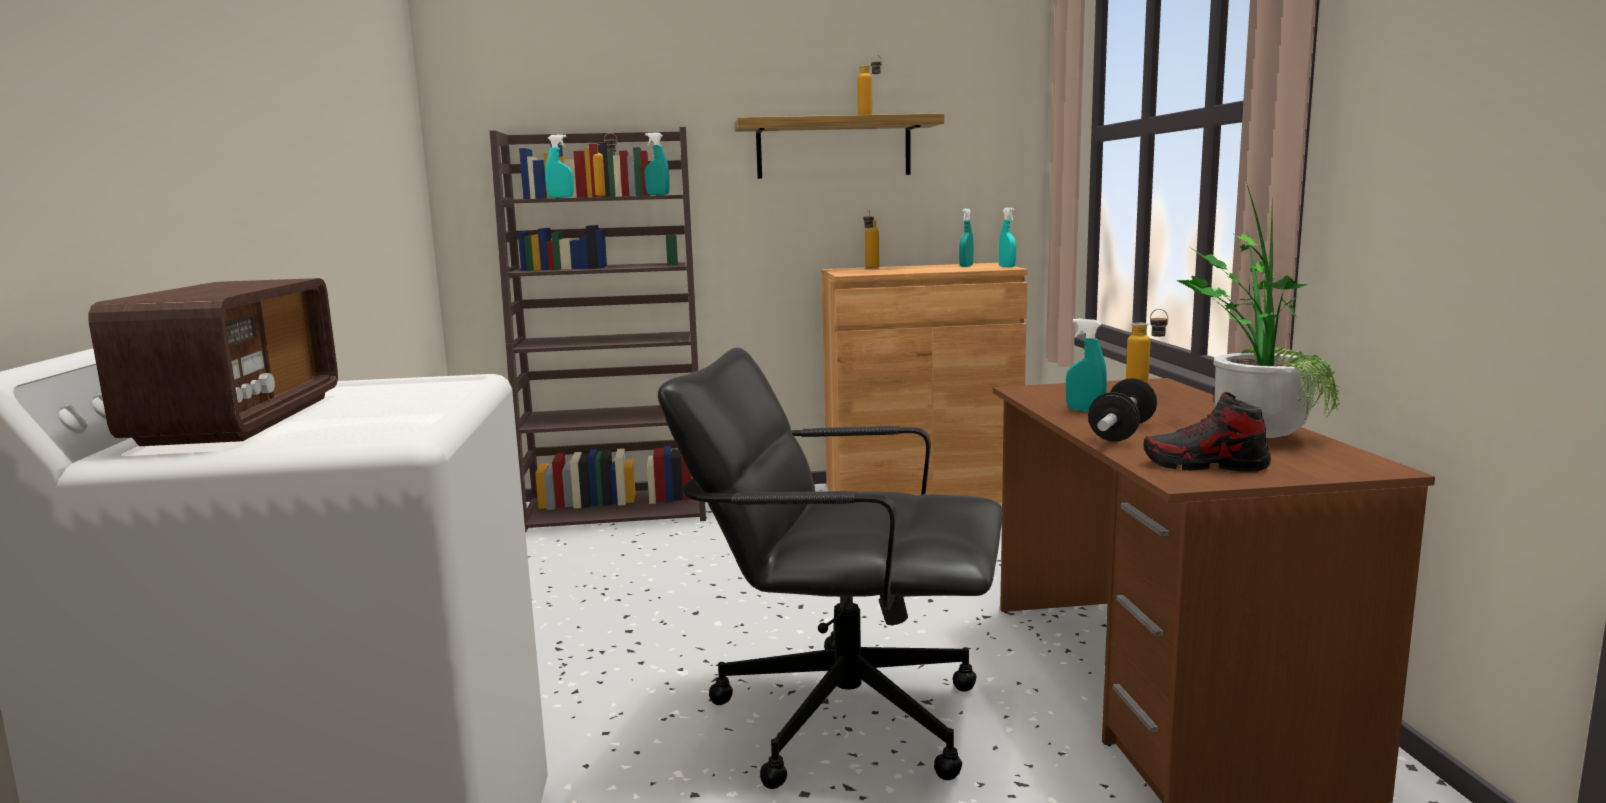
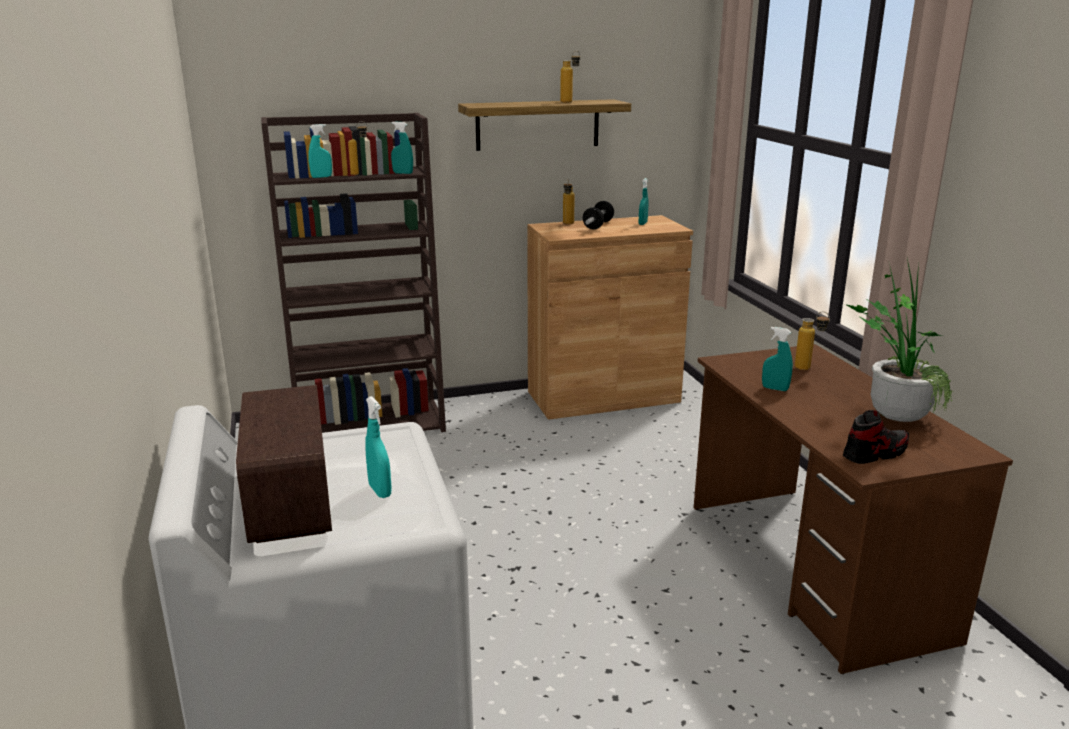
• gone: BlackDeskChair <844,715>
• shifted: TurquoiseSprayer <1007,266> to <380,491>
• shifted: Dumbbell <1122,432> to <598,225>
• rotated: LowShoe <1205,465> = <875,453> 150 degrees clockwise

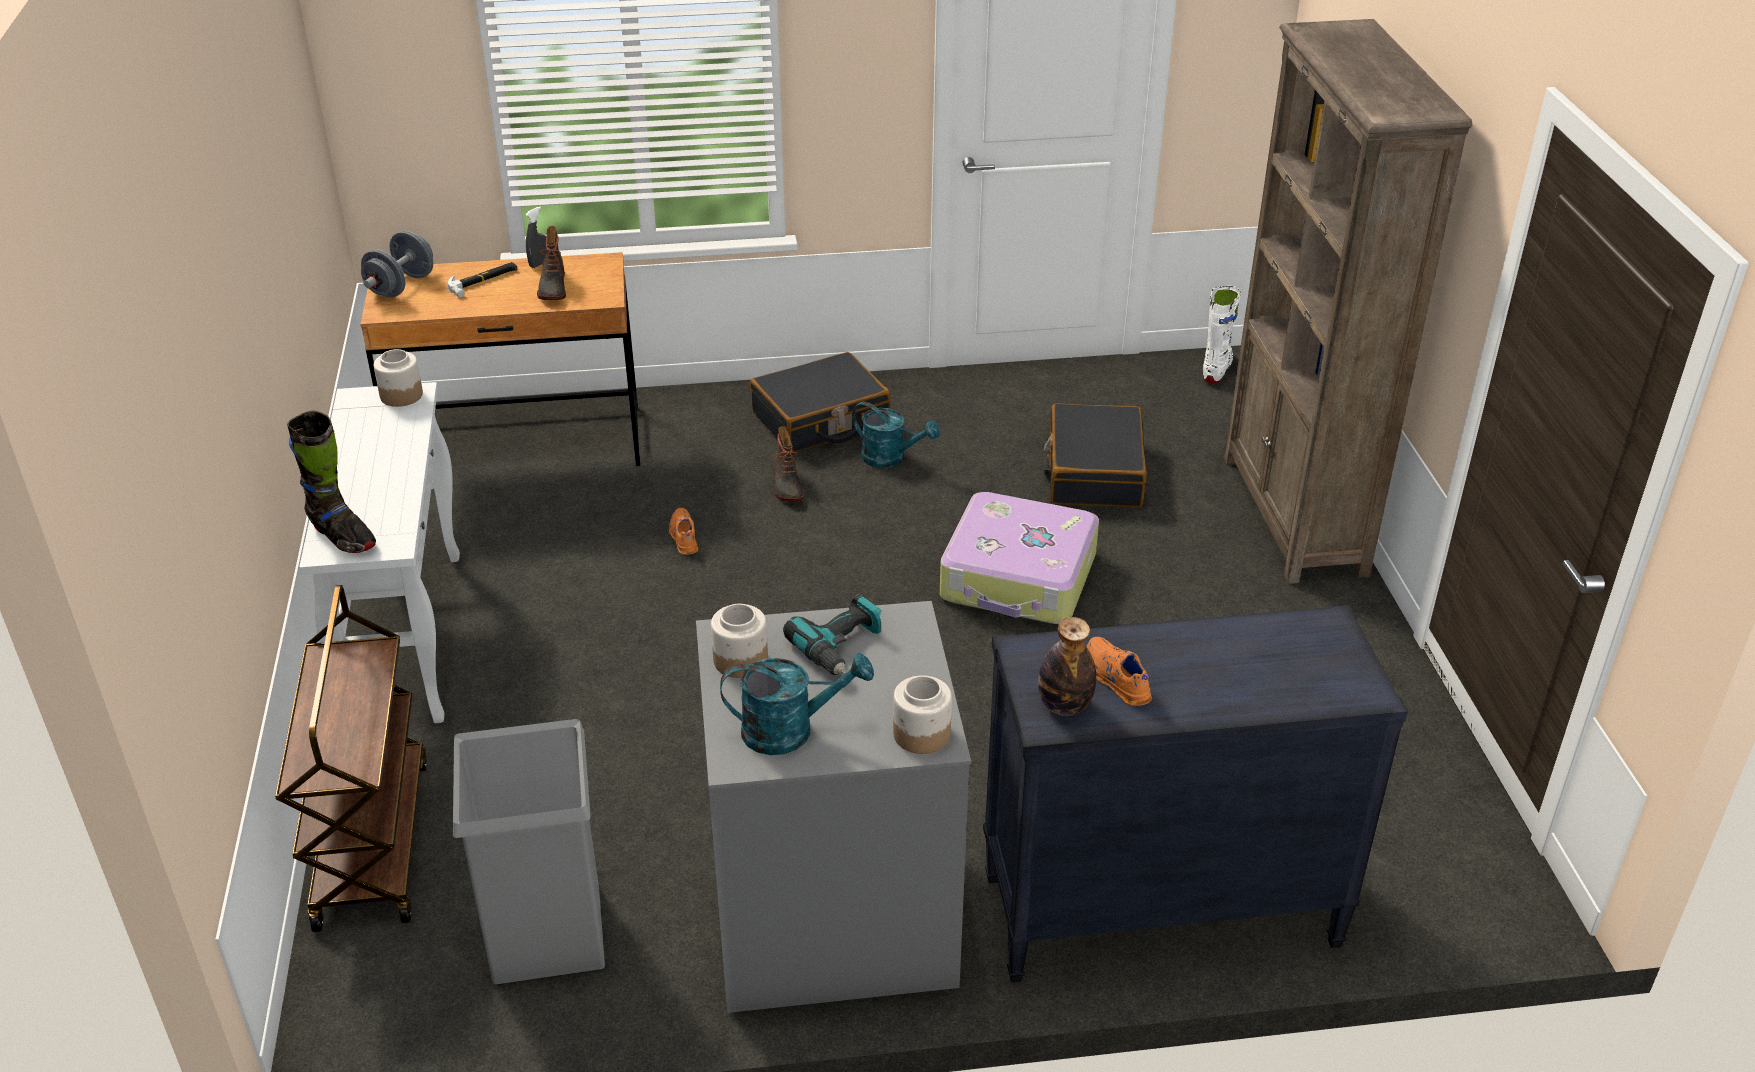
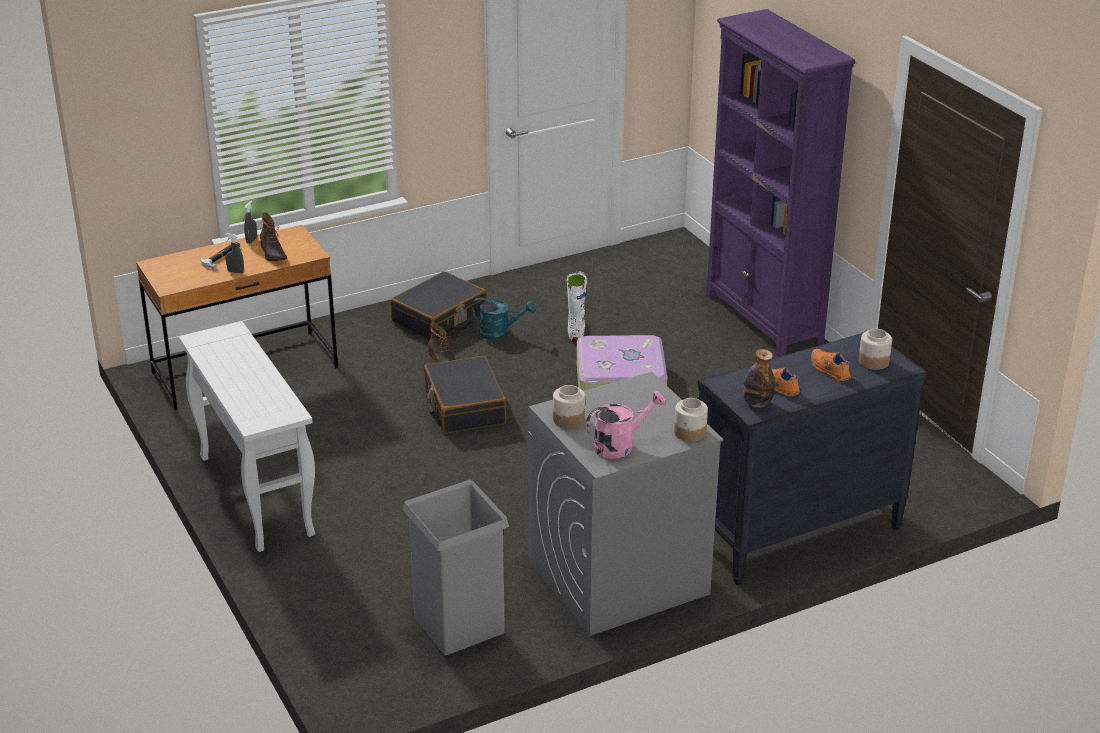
• gone: BrownColouredTrolley <371,842>
• gone: BlackHighTopBoot <342,536>
• gone: GrayDumbbell <401,286>
• gone: Drill <841,647>
• new: GraySprayer <235,272>
• shifted: Jar <401,395> to <873,362>
• shifted: OrangeLowShoe <683,537> to <829,370>
• shifted: BlackTravelCase <1093,472> to <464,407>
• shifted: WhiteColouredHighTopBoot <1217,369> to <576,332>
• repainted: TurquoiseWateringCan <790,730> to PinkWateringCan <620,445>
• repainted: BrownColouredBookcase <1293,516> to PurplishBookcase <764,320>

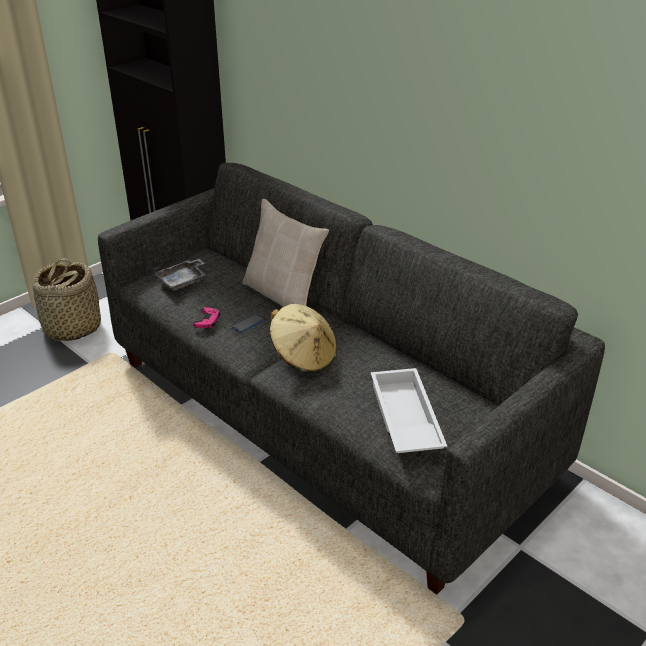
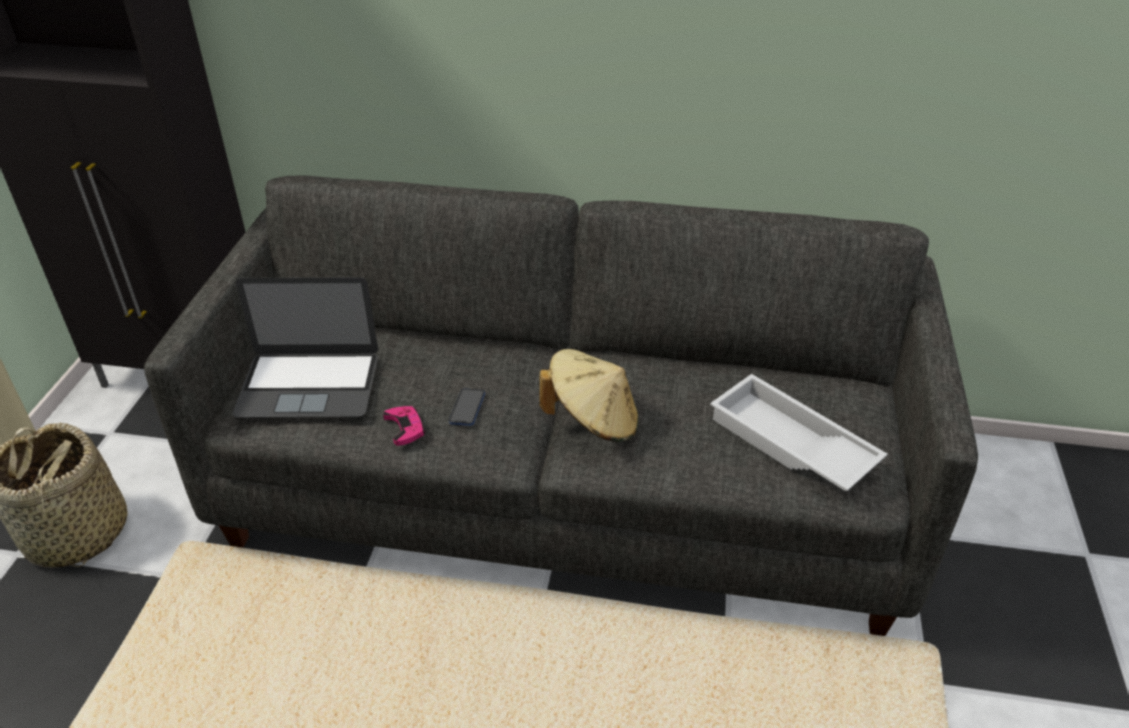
• gone: SandColouredPillow <283,295>
• swapped: GrayServingTray <183,281> to Laptop <309,384>

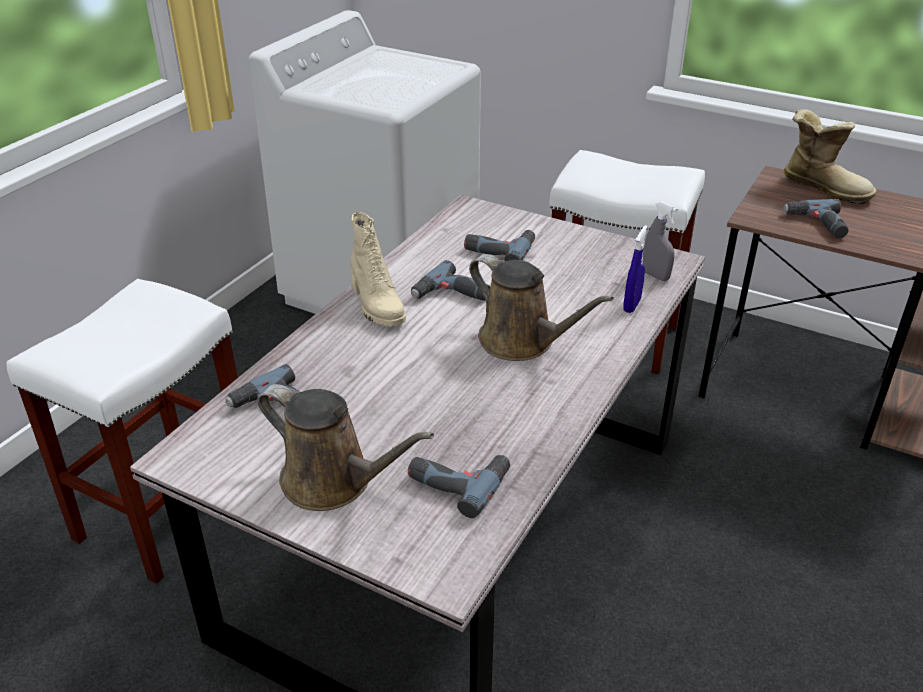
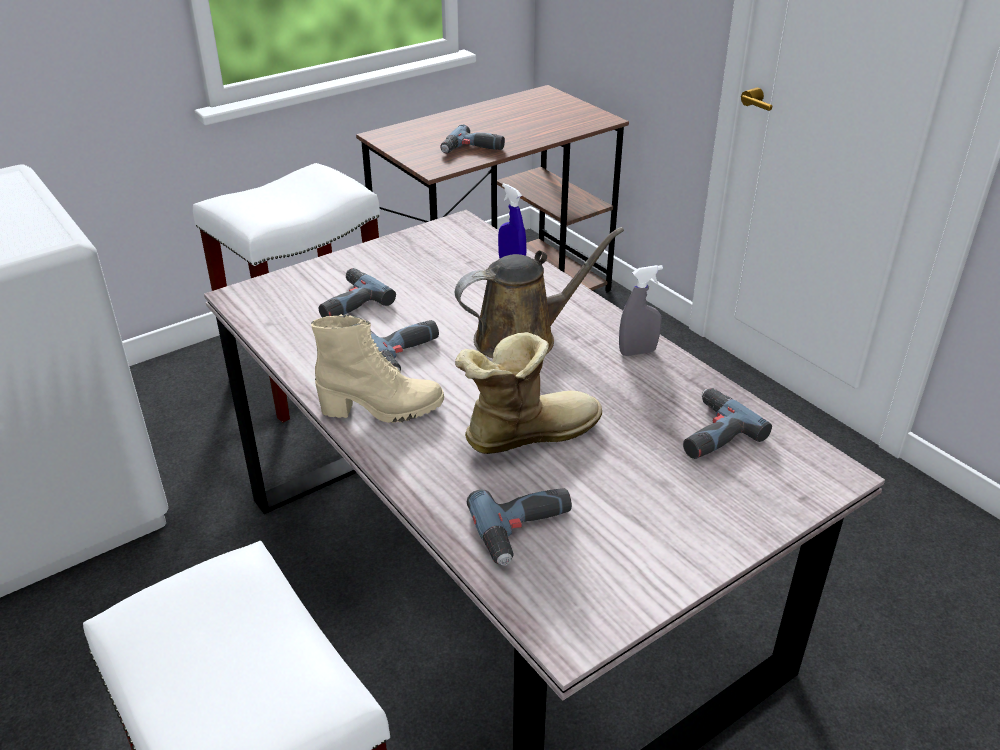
• gone: BrownColouredWateringCan <334,481>
• shifted: GraySprayer <655,276> to <637,352>
• shifted: HighTopBoot <824,187> to <526,432>

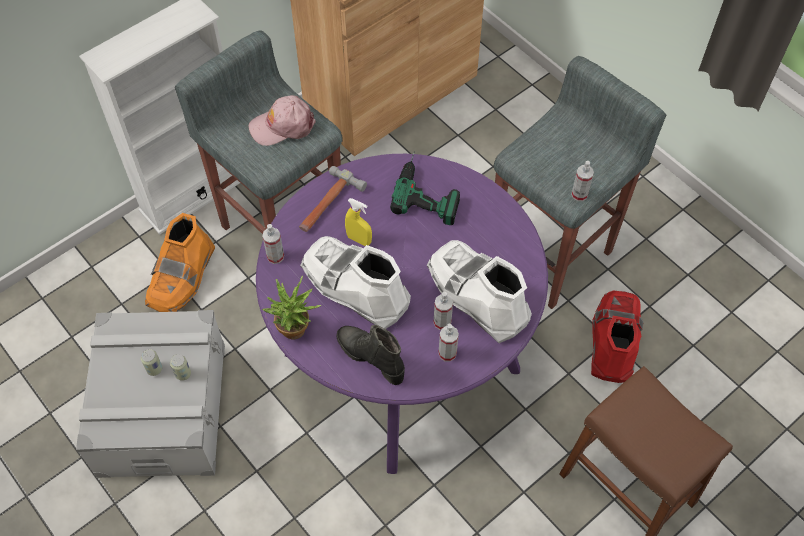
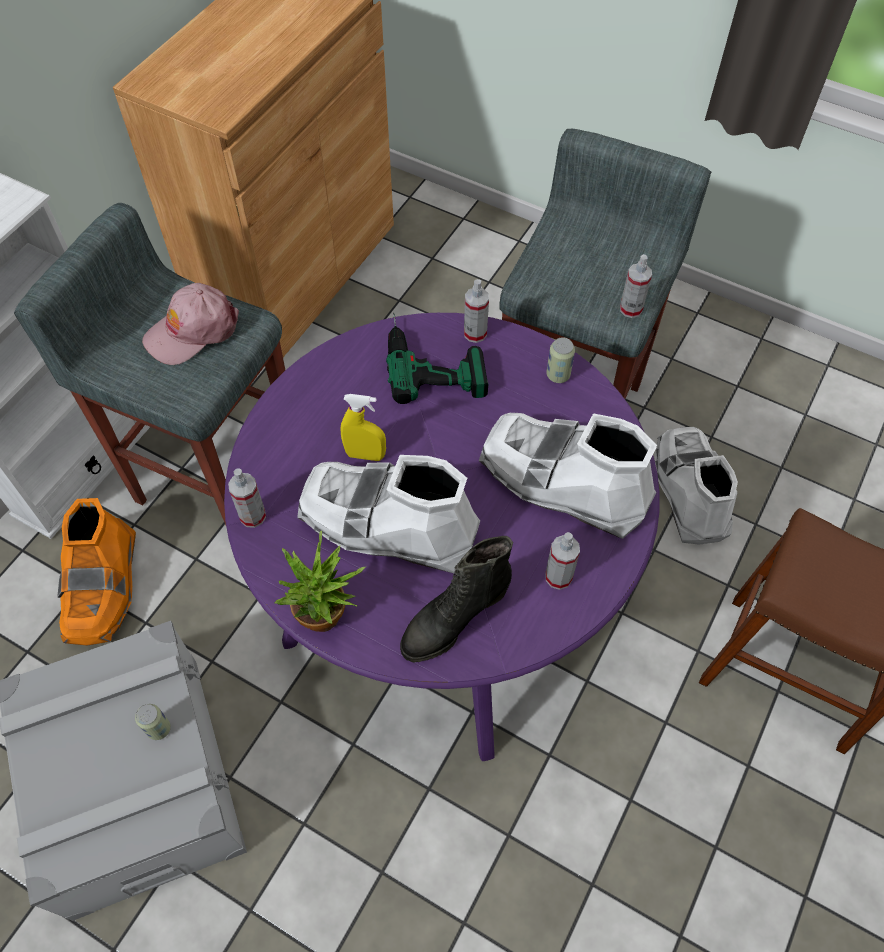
• gone: ToolHammer <327,205>
• shifted: Can <154,369> to <558,375>
• shifted: Sprayer <442,322> to <475,333>
• repainted: ReddishHighTopBoot <614,340> to WhiteColouredHighTopBoot <689,491>
• rotated: BlackHighTopBoot <371,357> = <453,619> 60 degrees counterclockwise

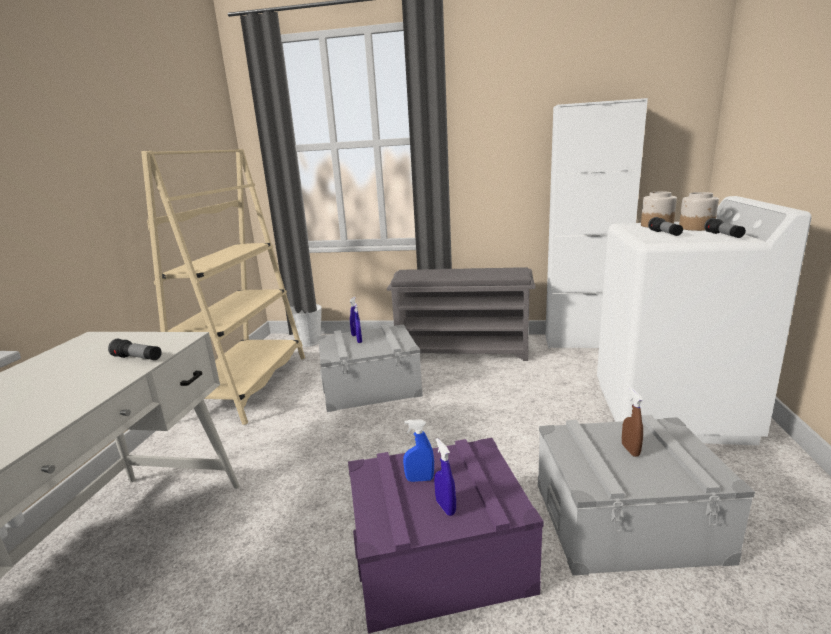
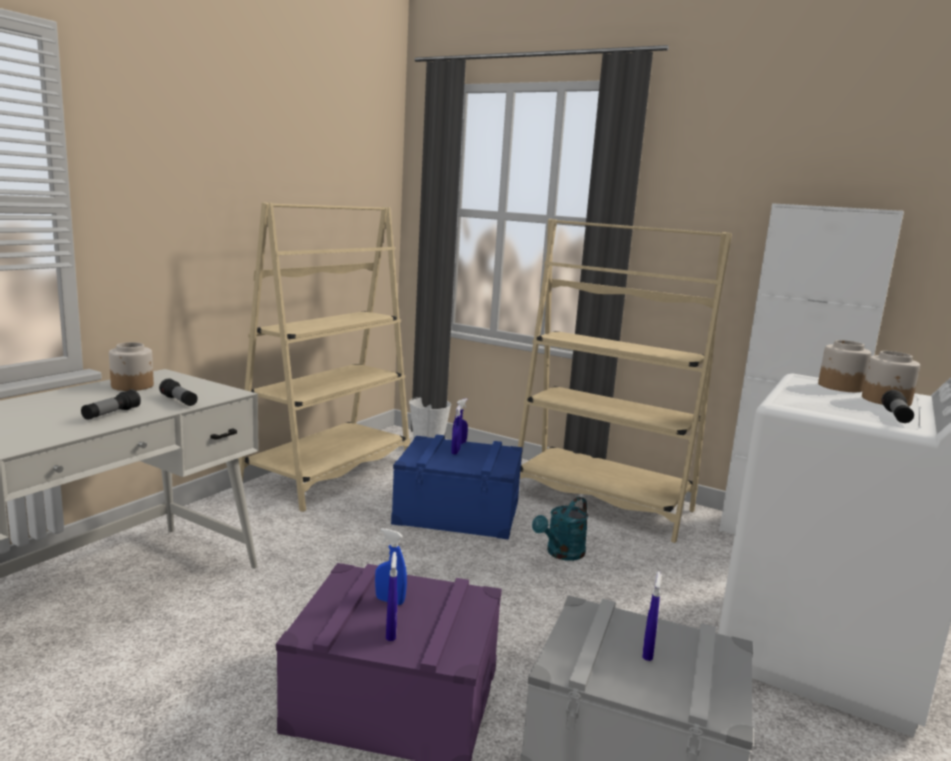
• new: Jar <133,386>
• new: TurquoiseWateringCan <561,554>
• shifted: HandTorch <664,234> to <111,414>
• swapped: GrayShoeRack <463,350> to SandColouredBookcase <602,503>
• repainted: GrayStorageContainer <370,386> to BlueStorageContainer <458,511>
• repainted: BrownColouredSprayer <630,450> to BlueSprayer <647,652>

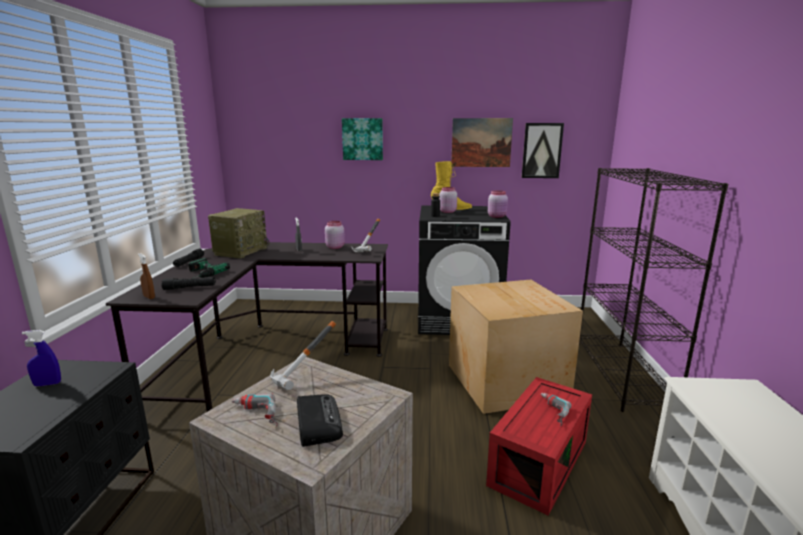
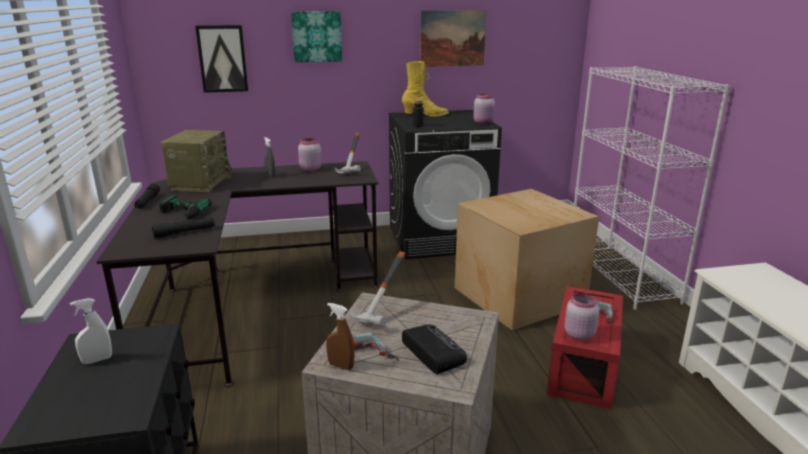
• shifted: BrownColouredSprayer <149,297> to <341,366>
• shifted: PinkJar <447,211> to <578,334>
• shifted: Picture <541,150> to <222,59>
• repainted: BlueSprayer <47,384> to WhiteColouredSprayer <97,360>
• repainted: BlackBookcase <622,374> to WhiteColouredBookcase <621,275>

